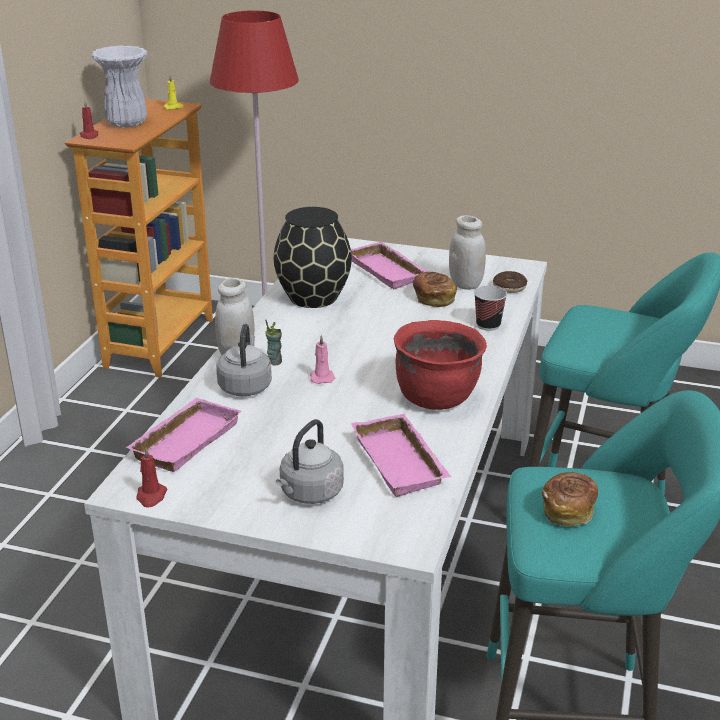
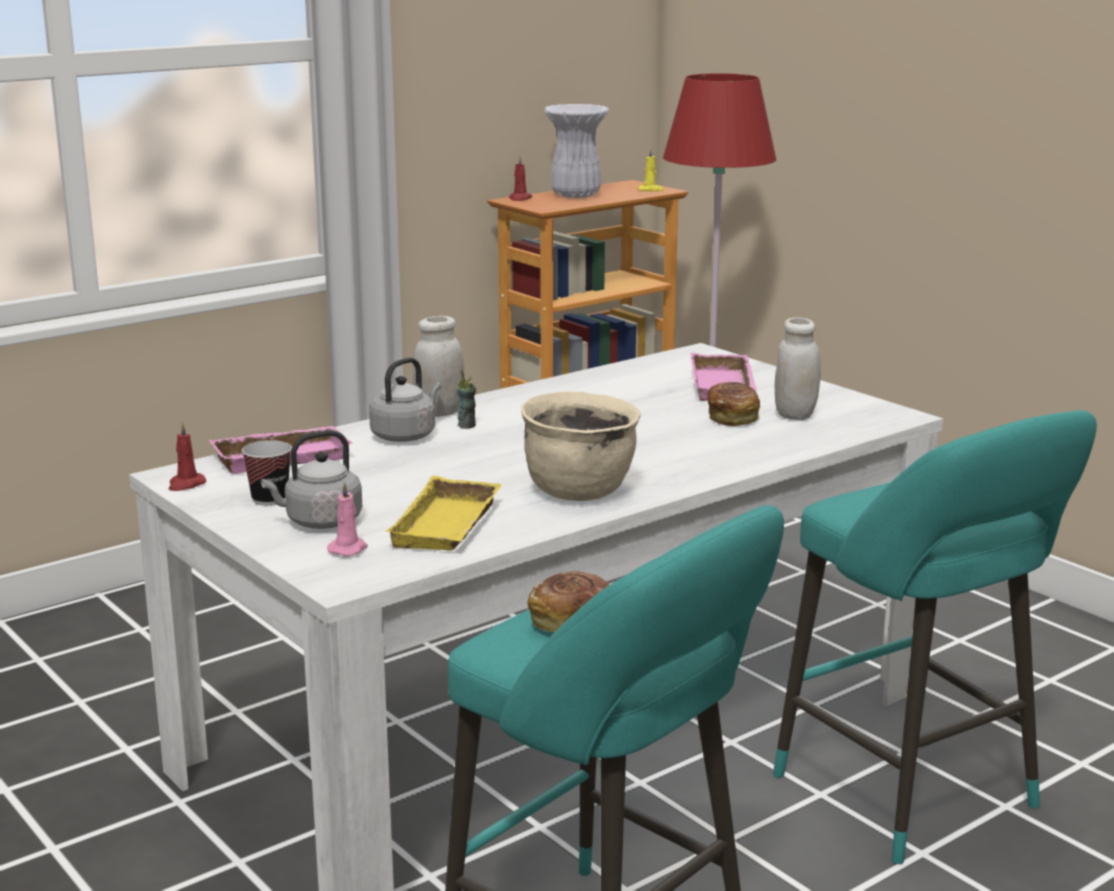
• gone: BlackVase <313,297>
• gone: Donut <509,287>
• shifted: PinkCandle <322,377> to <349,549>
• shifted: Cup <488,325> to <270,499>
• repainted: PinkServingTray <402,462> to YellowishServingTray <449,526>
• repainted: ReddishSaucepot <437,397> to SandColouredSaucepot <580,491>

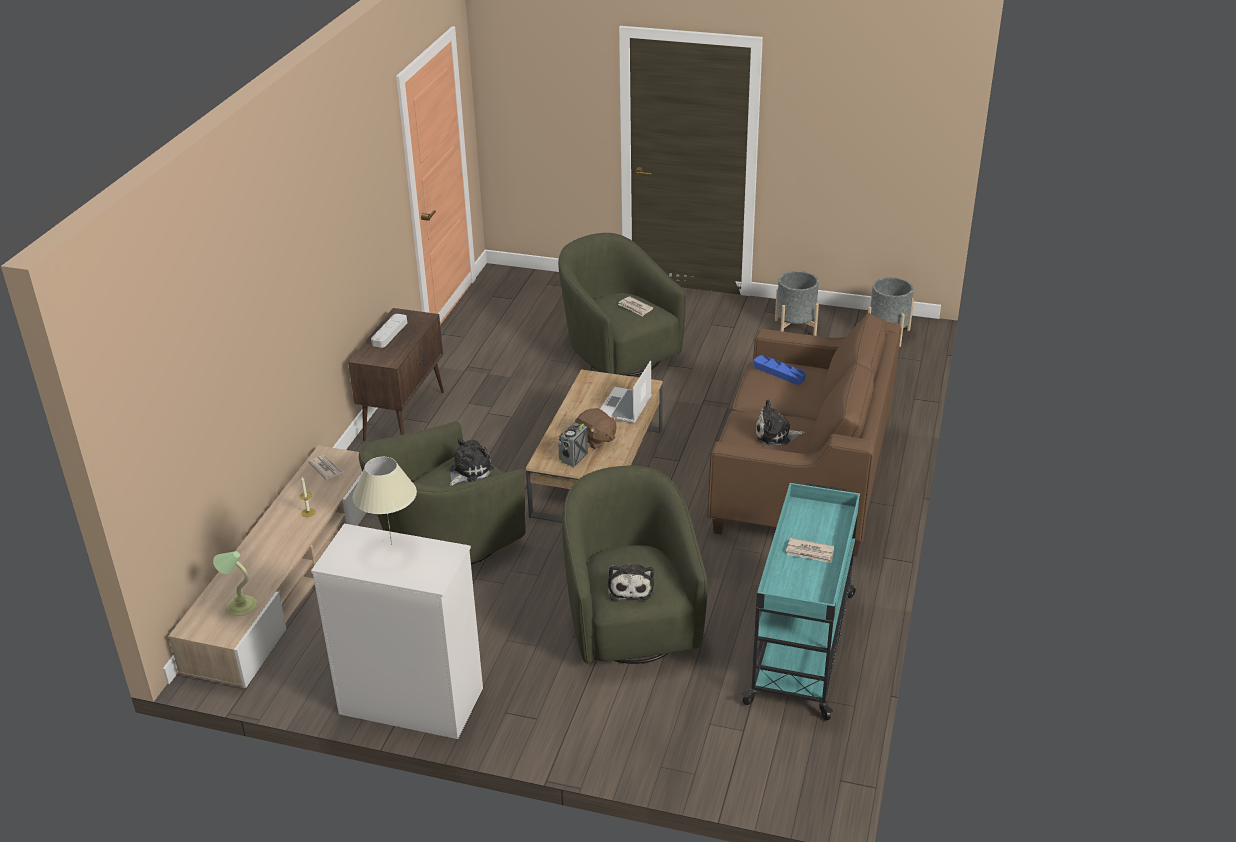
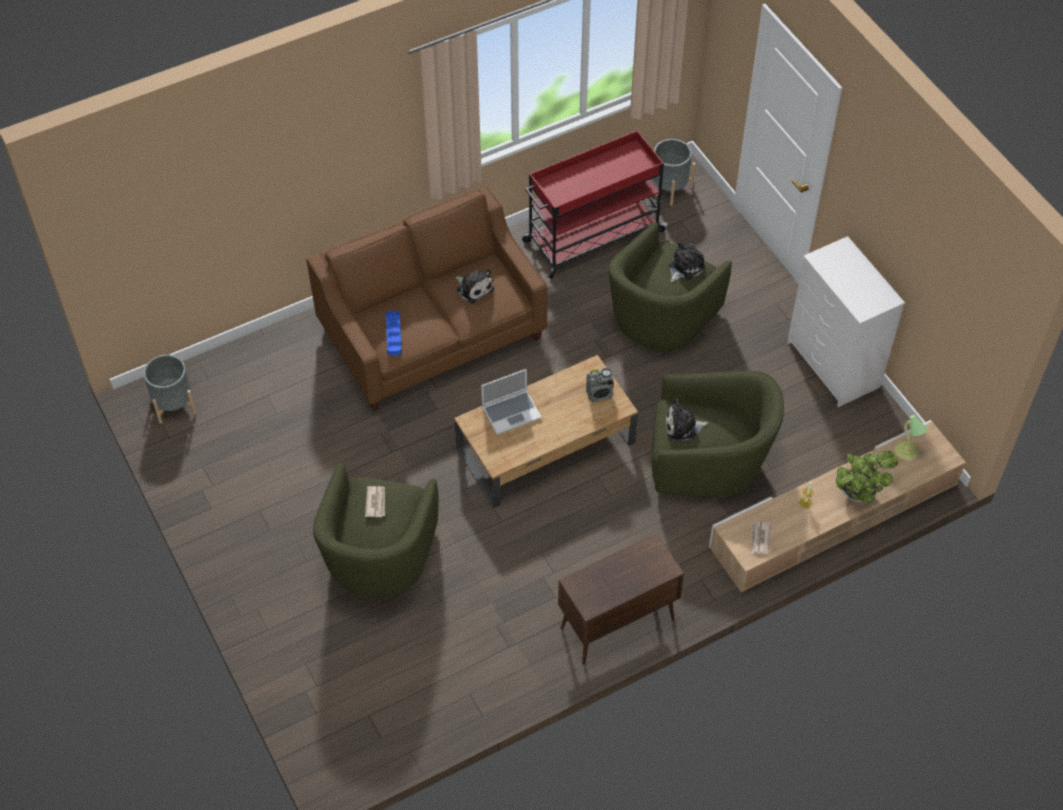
• gone: SandColouredTableLamp <391,545>
• gone: GrayServingTray <389,333>
• gone: BrownColouredCuddlyToy <596,439>
• gone: DailyPaper <810,552>
• new: PlantInAPot <859,492>
• shifted: GrayFlowerPot <795,327> to <669,188>
• repainted: TurquoiseTrolley <802,646> to ReddishTrolley <592,237>

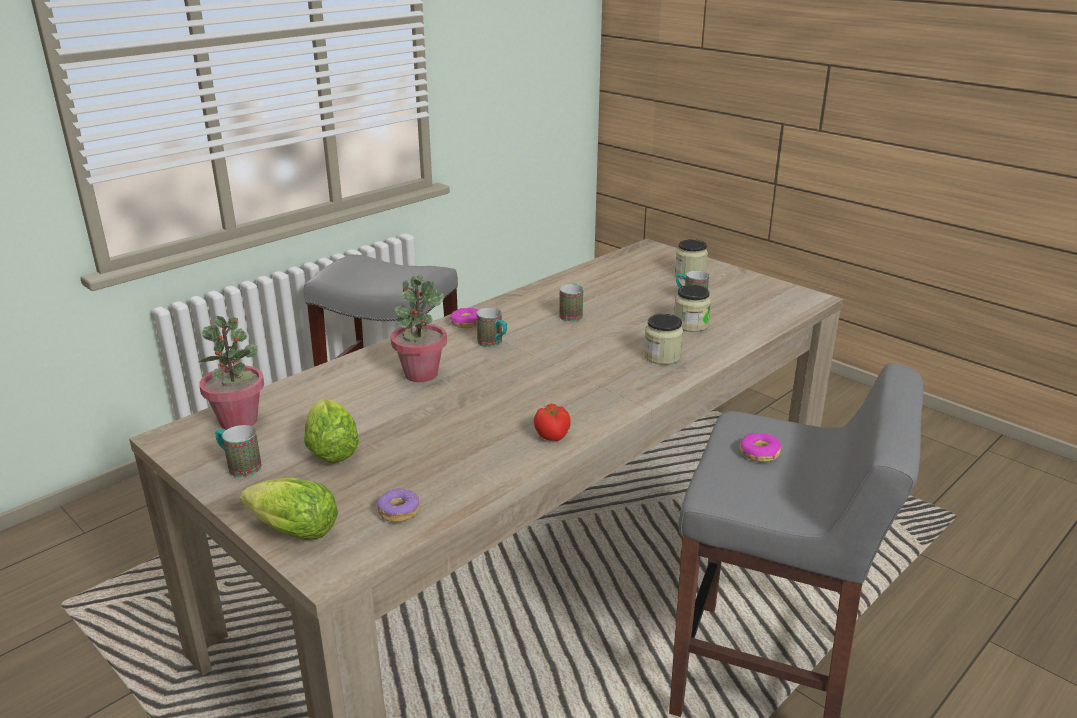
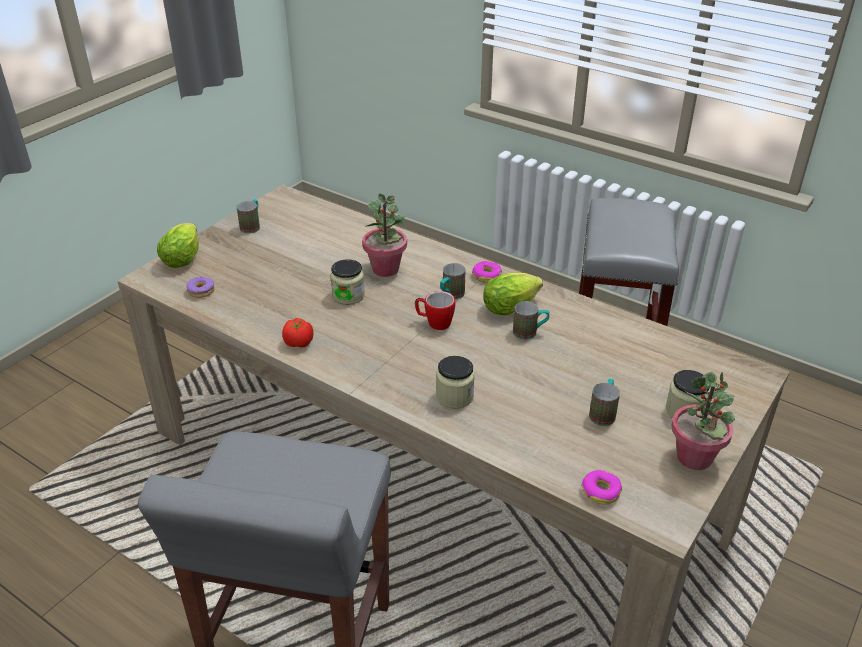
• new: TeaMug <434,323>
• shifted: PlantInAPot <239,421> to <694,457>
• shifted: LettuceHead <331,448> to <513,307>
• shifted: Jar <690,325> to <348,295>
• shifted: Donut <759,453> to <601,491>

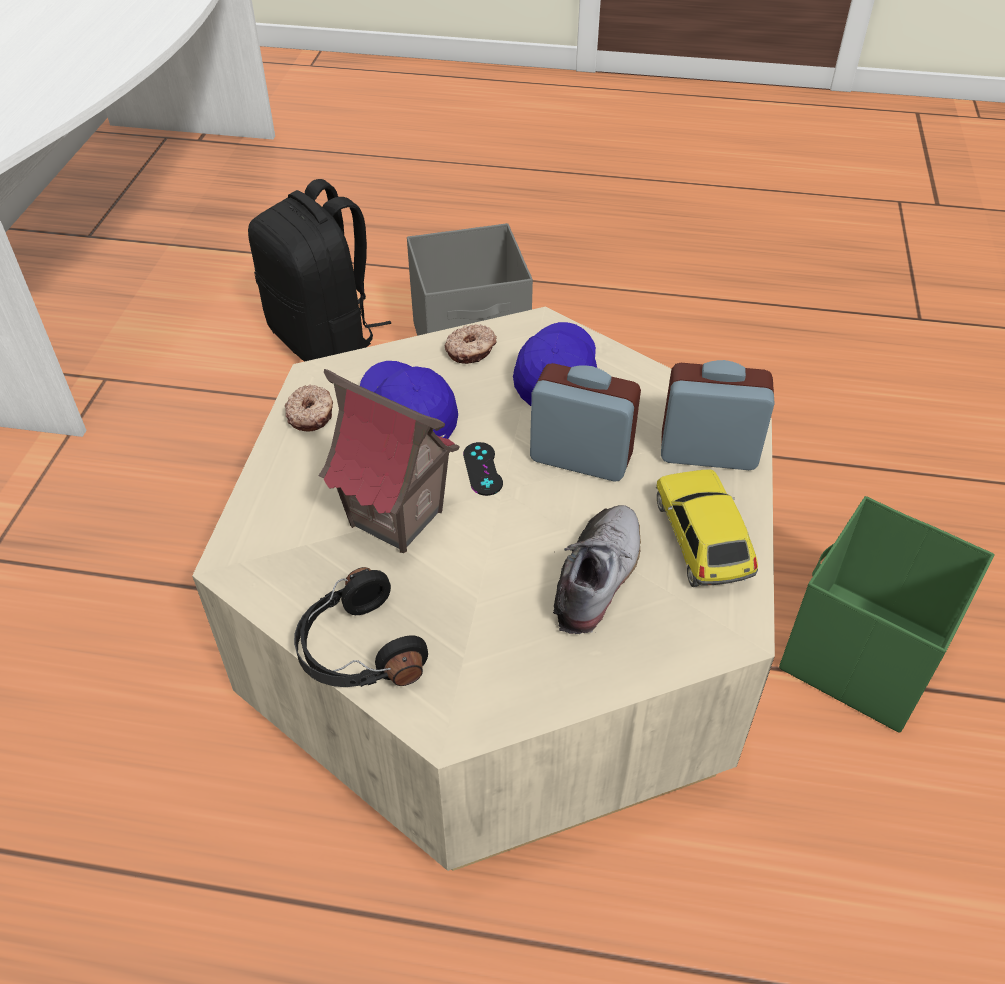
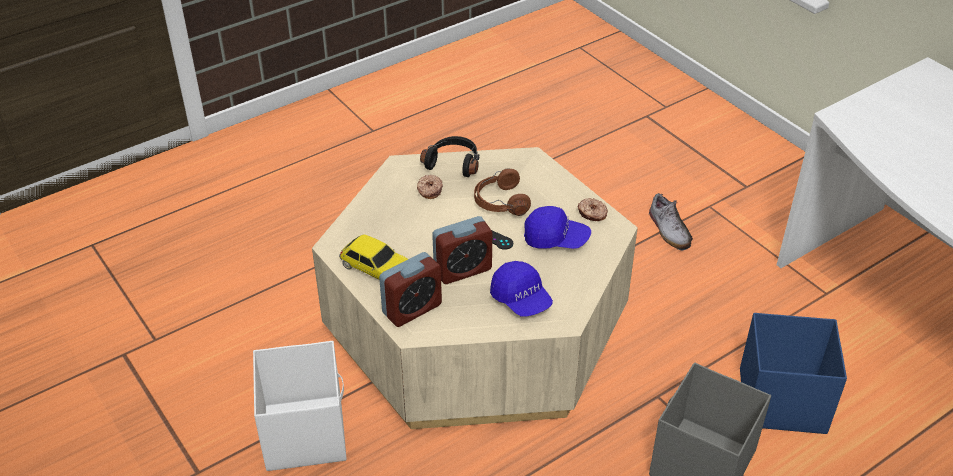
• shifted: Donut <471,351> to <429,190>
• shifted: LowShoe <598,575> to <669,230>
• swapped: BlackKnapsack <325,339> to BlueStorageContainer <780,400>
• swapped: MiniatureHouse <396,519> to BrownColouredHeadphones <500,202>
• repainted: GreenColouredStorageContainer <861,656> to WhiteColouredStorageContainer <305,432>

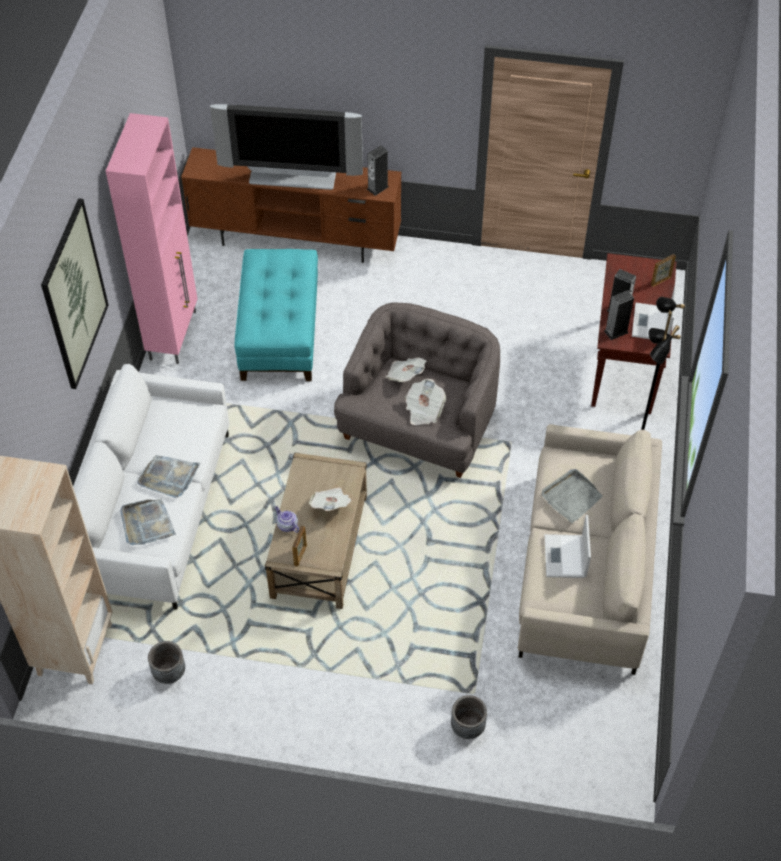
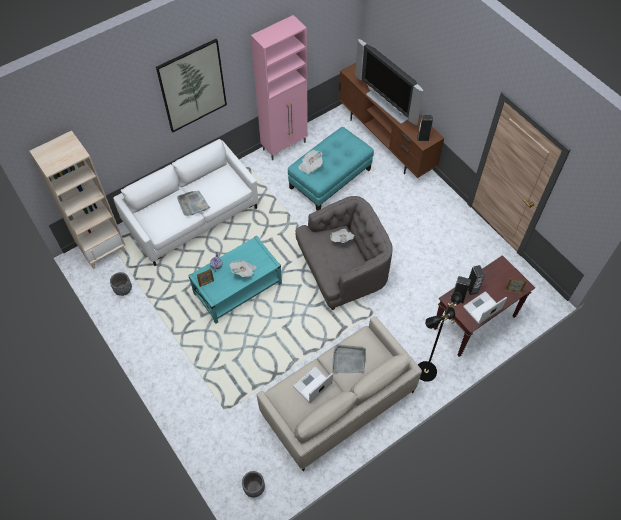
• gone: GrayServingTray <147,524>
• shifted: DailyPaper <424,410> to <310,166>
• shifted: GrayFlowerPot <467,727> to <254,488>
• repainted: SandColouredLowTable <319,546> to TurquoiseLowTable <238,288>

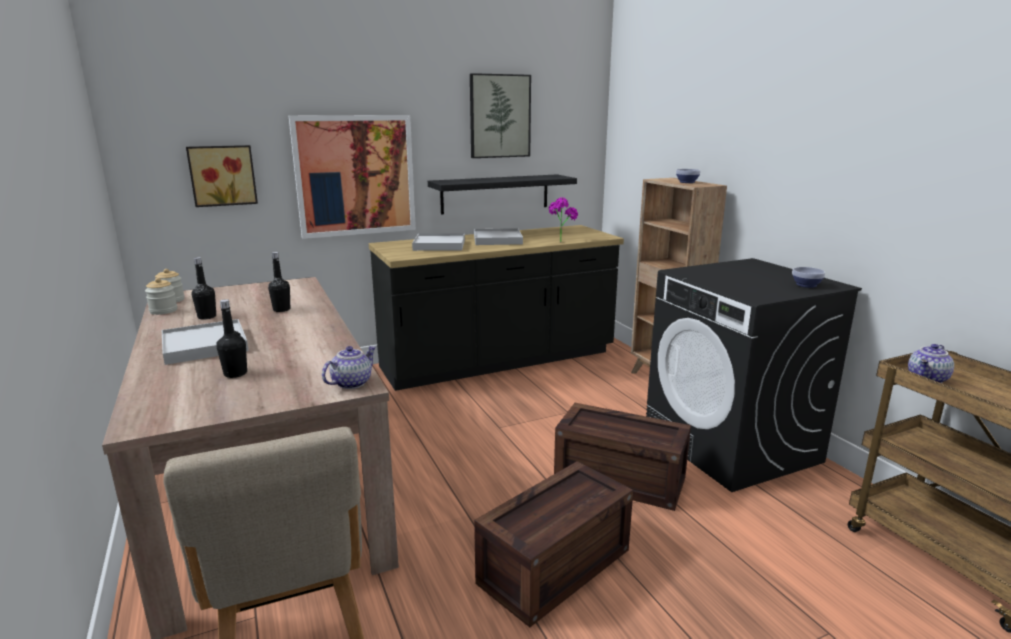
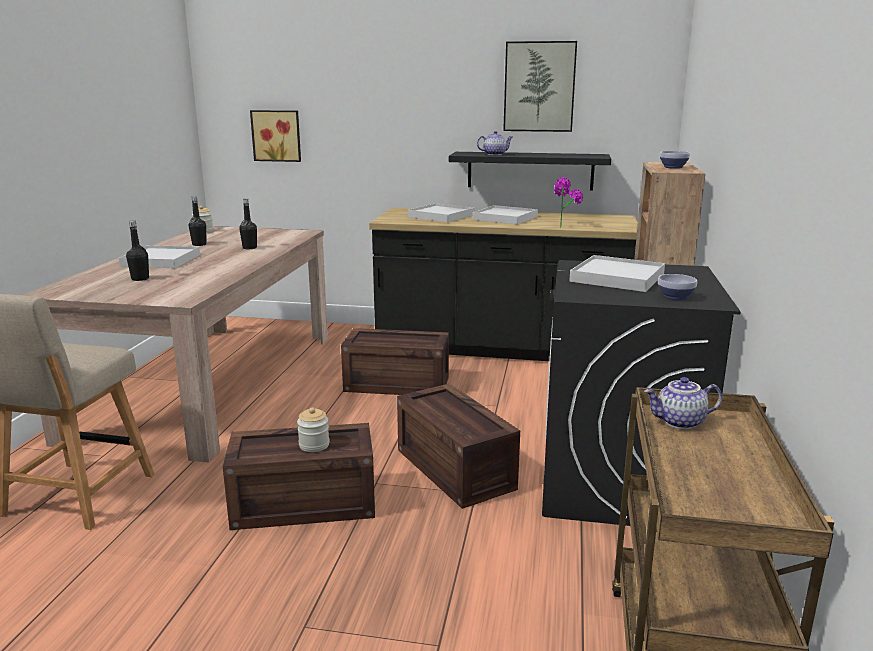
• gone: Picture <355,175>
• new: PackingCrate <398,384>
• new: WhiteColouredServingTray <617,278>
• shifted: Jar <163,311> to <314,445>
• shifted: Teapot <351,383> to <494,154>

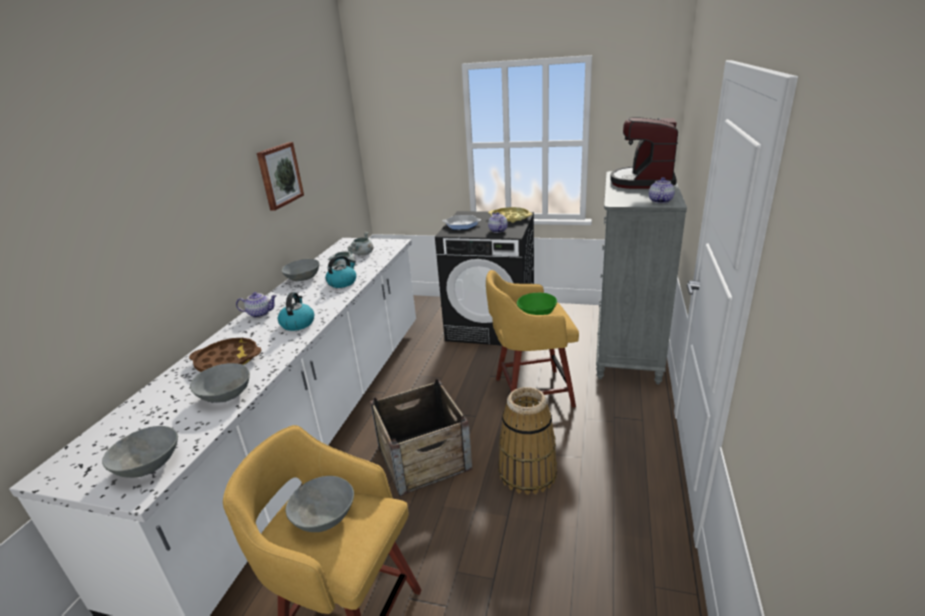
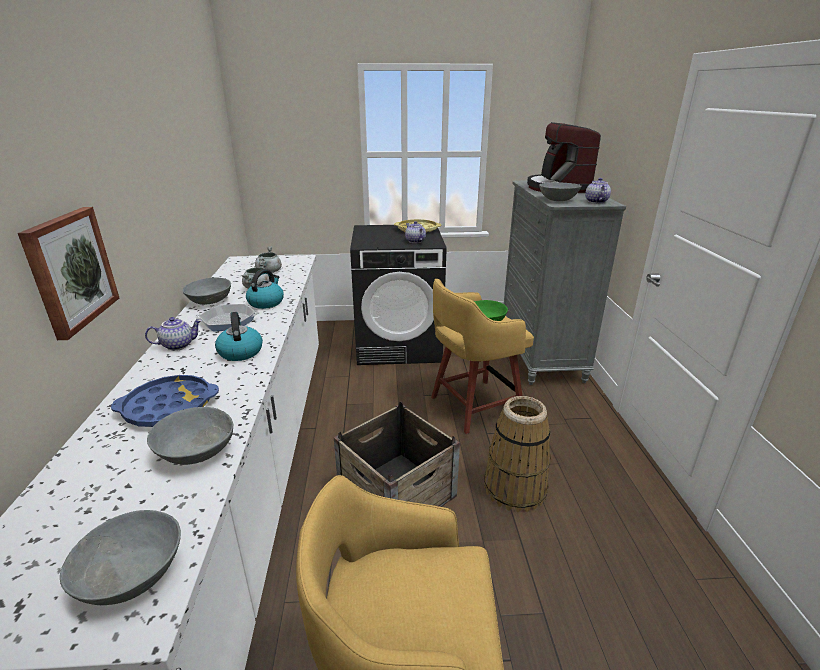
• shifted: Picture <279,175> to <70,270>
• shifted: GrayDeepDish <325,517> to <558,200>
• shifted: Skillet <462,225> to <228,321>
• repainted: BrownColouredServingTray <227,360> to BlueServingTray <169,407>

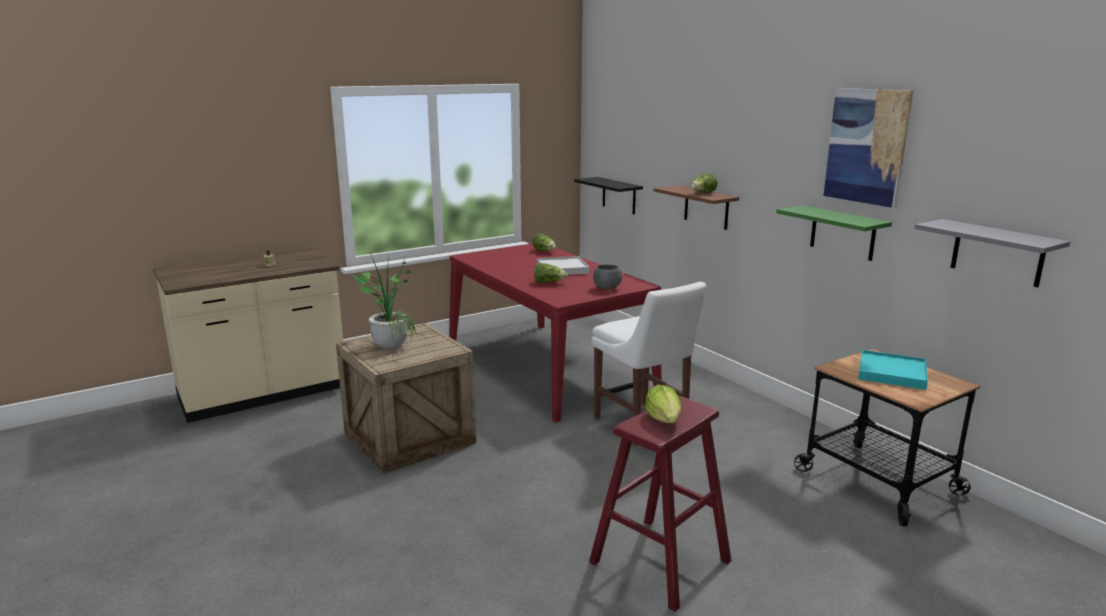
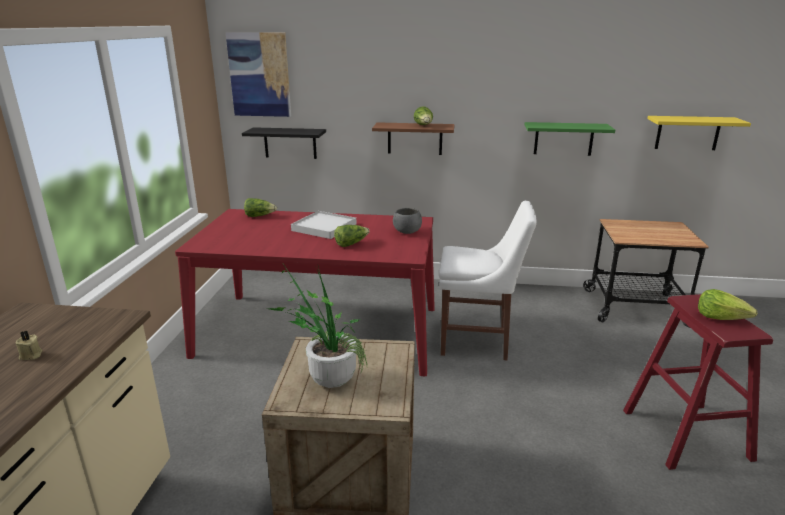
• gone: TurquoiseServingTray <892,373>
• shifted: Picture <866,146> to <259,75>
• repainted: GrayWallShelf <997,253> to YellowishWallShelf <687,133>

